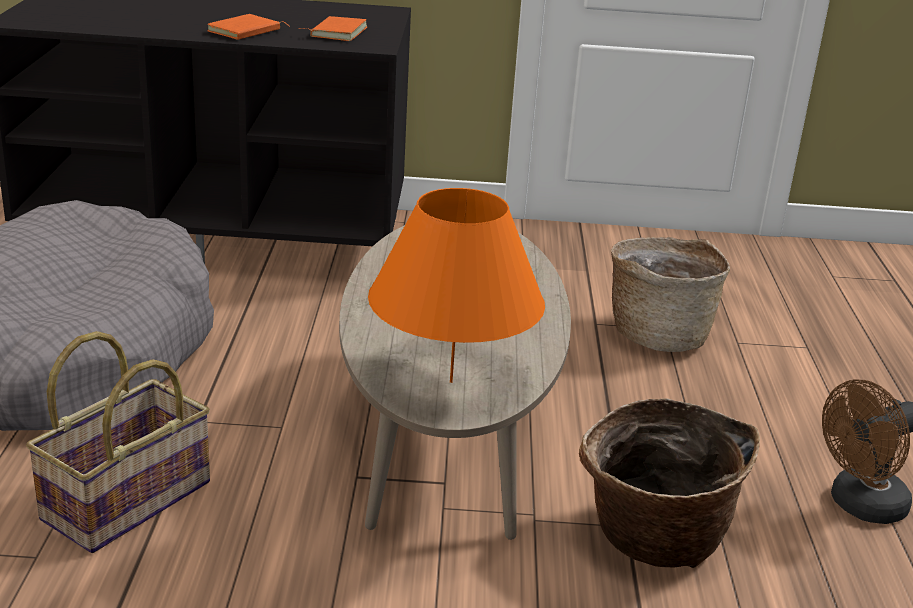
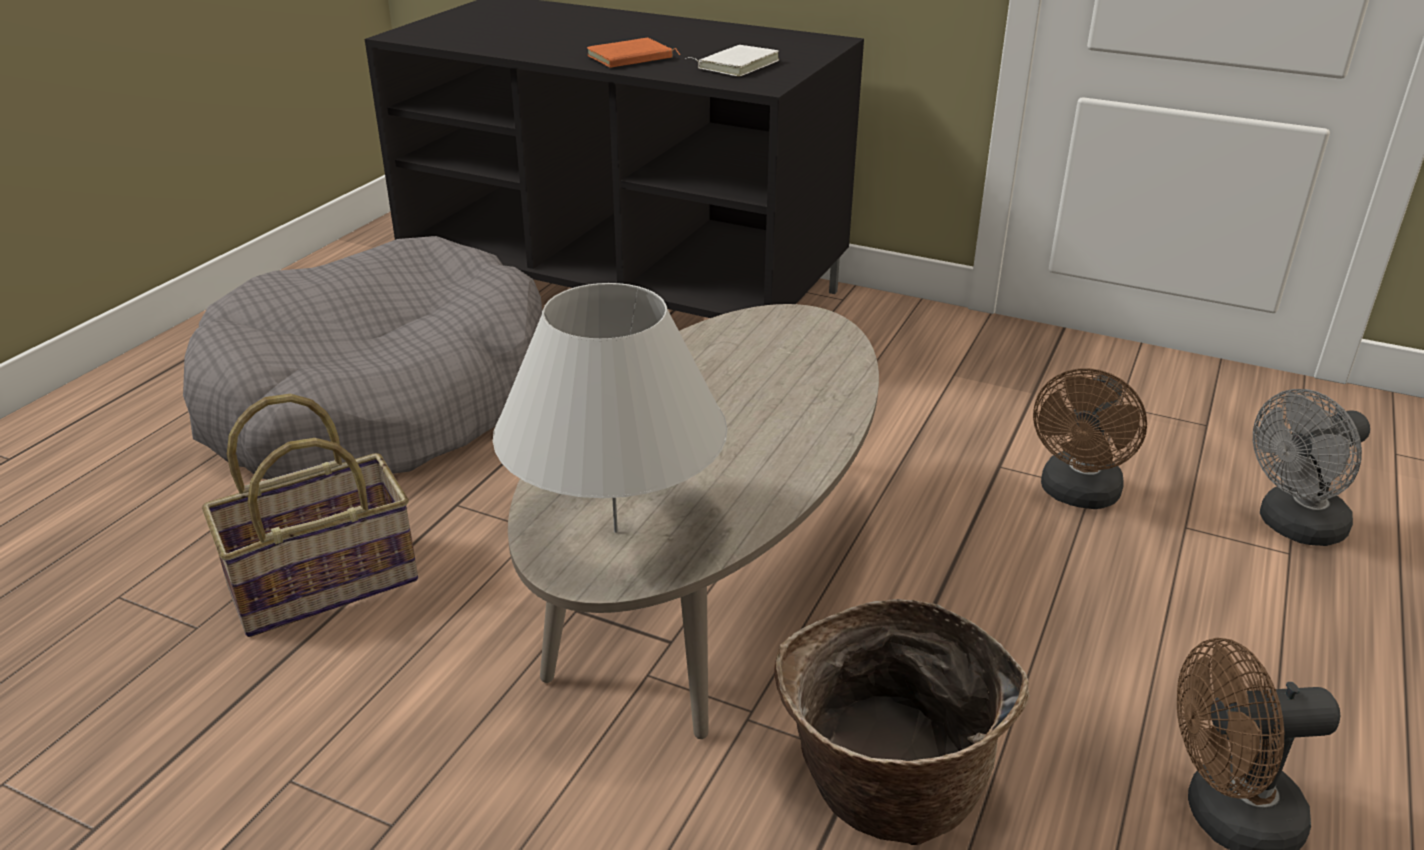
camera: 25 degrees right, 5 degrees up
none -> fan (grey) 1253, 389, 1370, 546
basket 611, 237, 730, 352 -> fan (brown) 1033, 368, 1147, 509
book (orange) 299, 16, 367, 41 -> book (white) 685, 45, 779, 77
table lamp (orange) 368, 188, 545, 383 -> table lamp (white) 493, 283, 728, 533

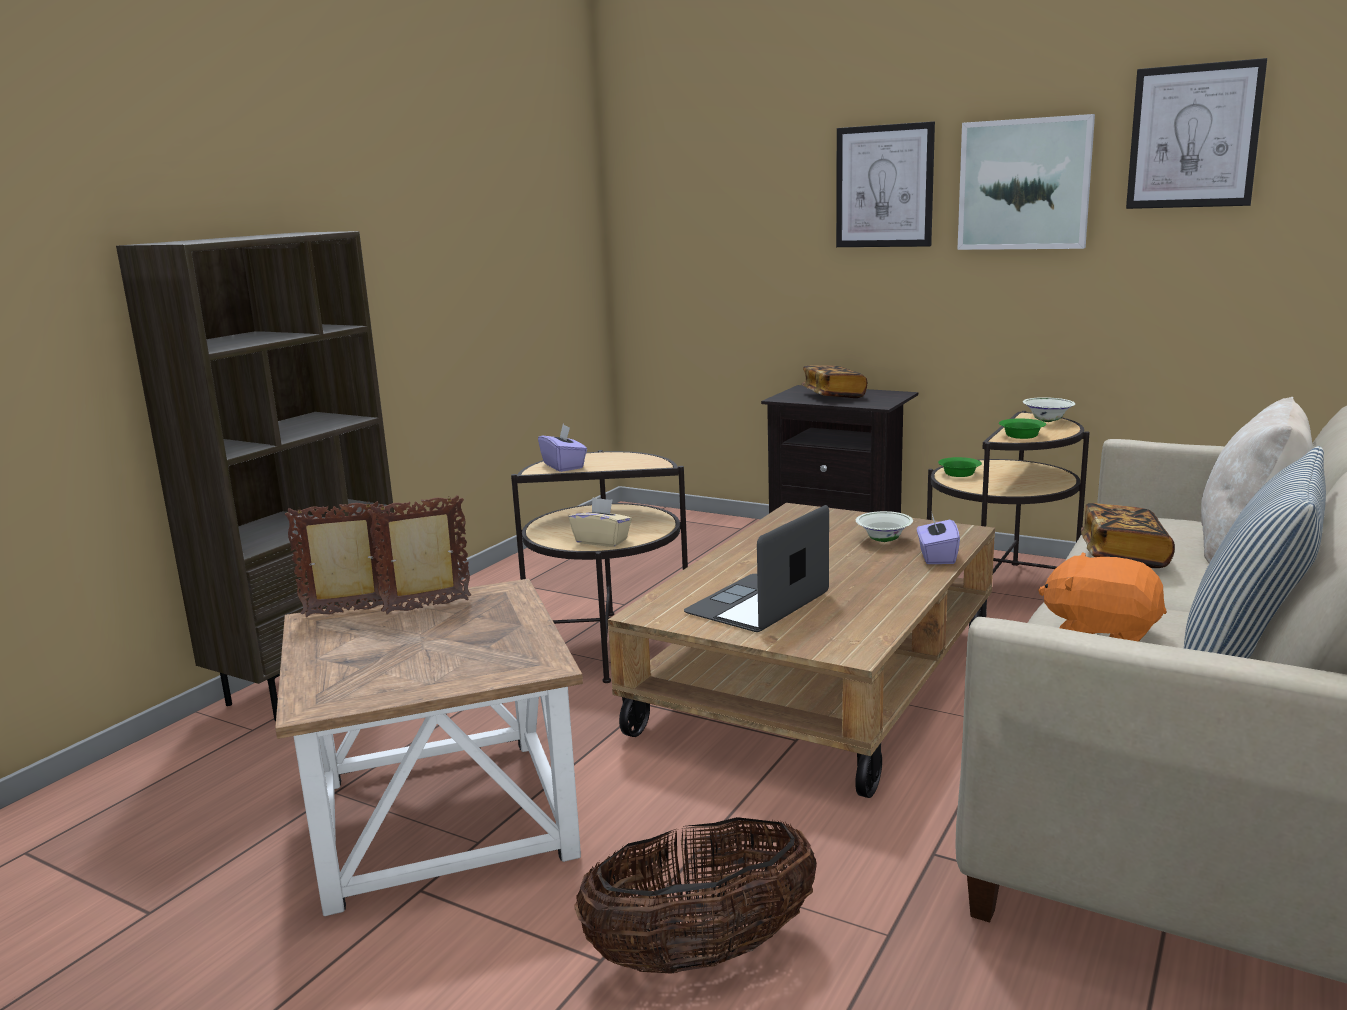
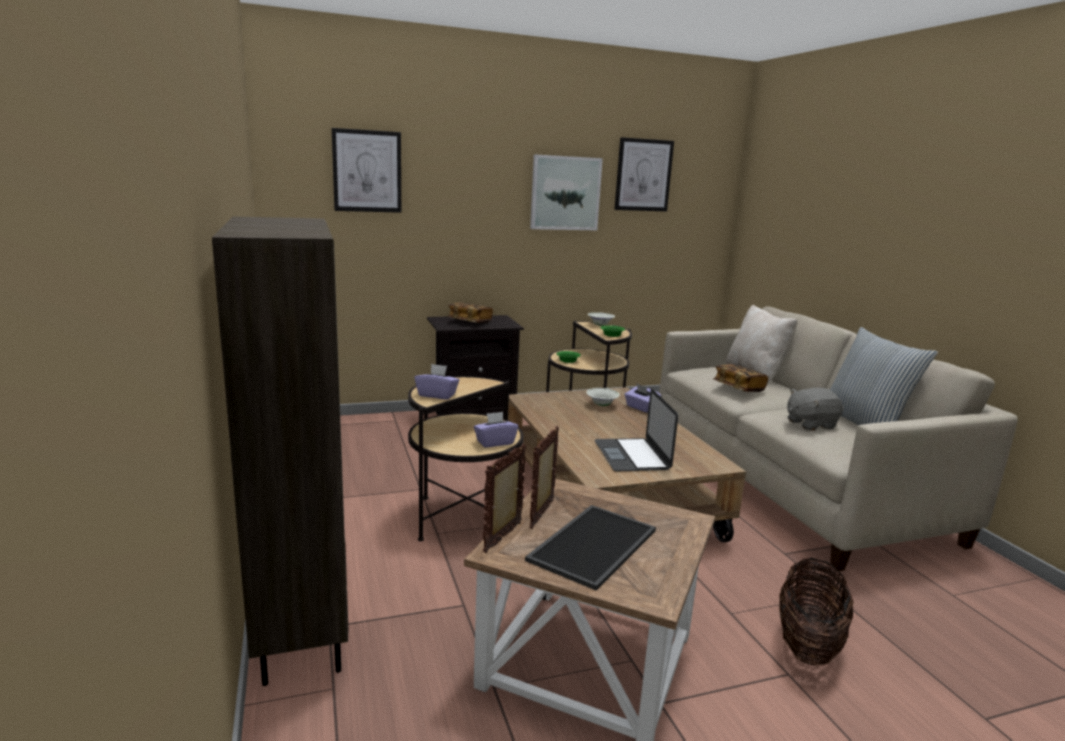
camera: 50 degrees left, 0 degrees up
none -> tray 525, 505, 656, 590
picture 836, 121, 935, 247 -> picture 332, 128, 401, 213, move
tissue box (beige) 569, 497, 632, 547 -> tissue box (purple) 474, 412, 518, 448
plush toy (orange) 1038, 552, 1167, 642 -> plush toy (grey) 787, 388, 843, 431

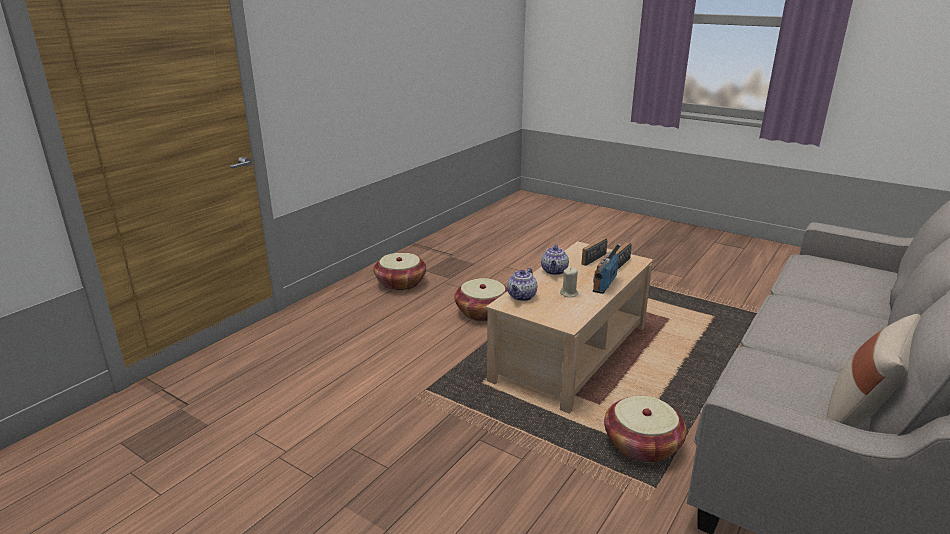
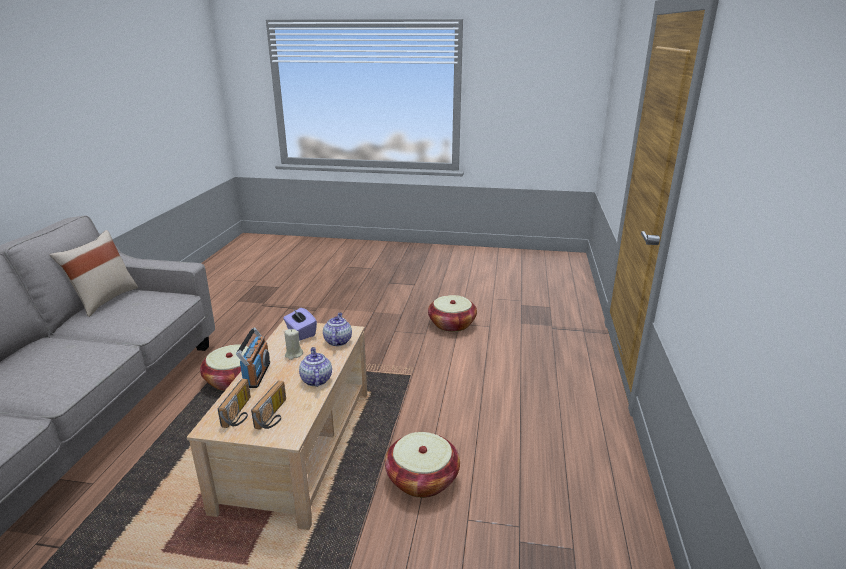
camera: 155 degrees right, 0 degrees up
none -> tissue box (purple) 283, 308, 317, 340
basket 374, 253, 426, 291 -> basket 428, 295, 477, 332, move

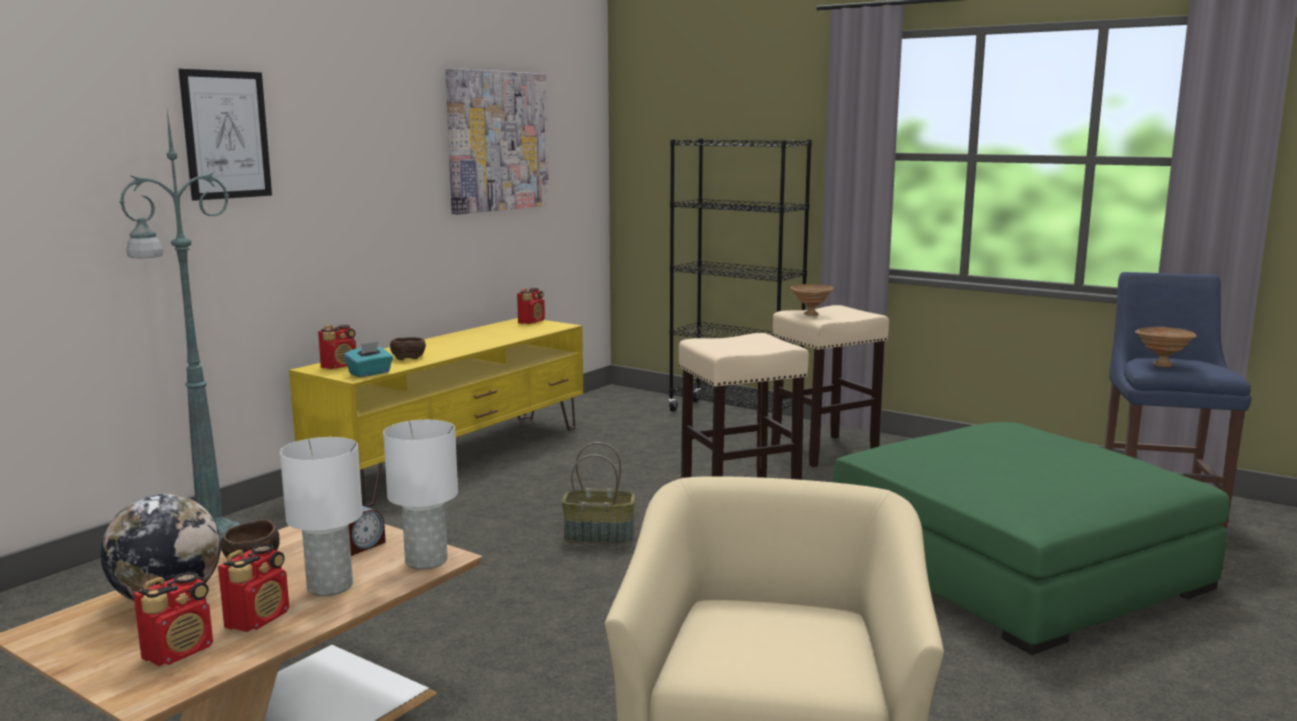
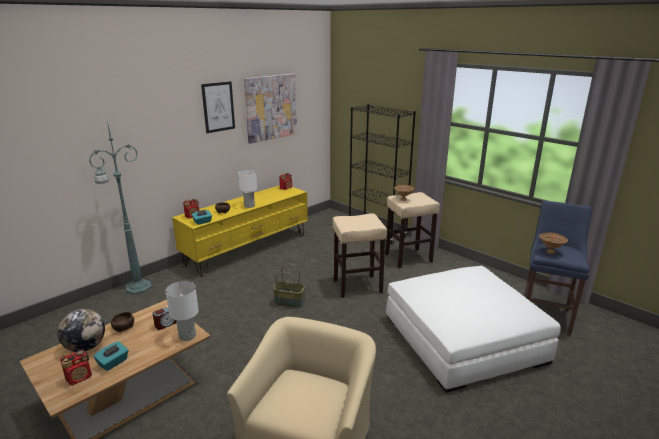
camera: 10 degrees right, 10 degrees up
picture 178, 69, 272, 201 -> picture 201, 81, 235, 133, move
table lamp (white) 280, 437, 363, 596 -> table lamp (white) 238, 170, 257, 208, move
radio 218, 544, 289, 632 -> tissue box (turquoise) 94, 341, 129, 371
ottoman (green) 833, 422, 1229, 655 -> ottoman (white) 386, 266, 561, 393

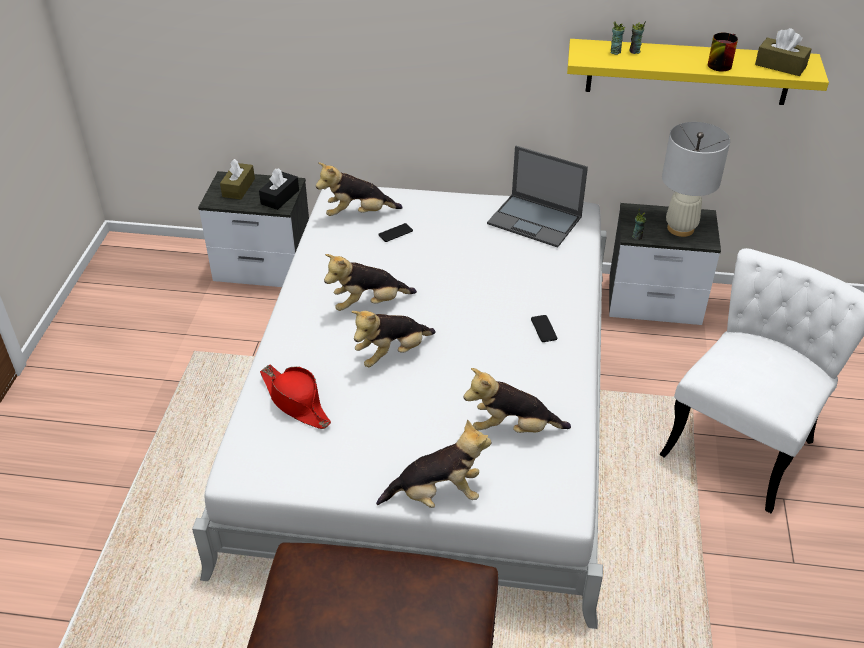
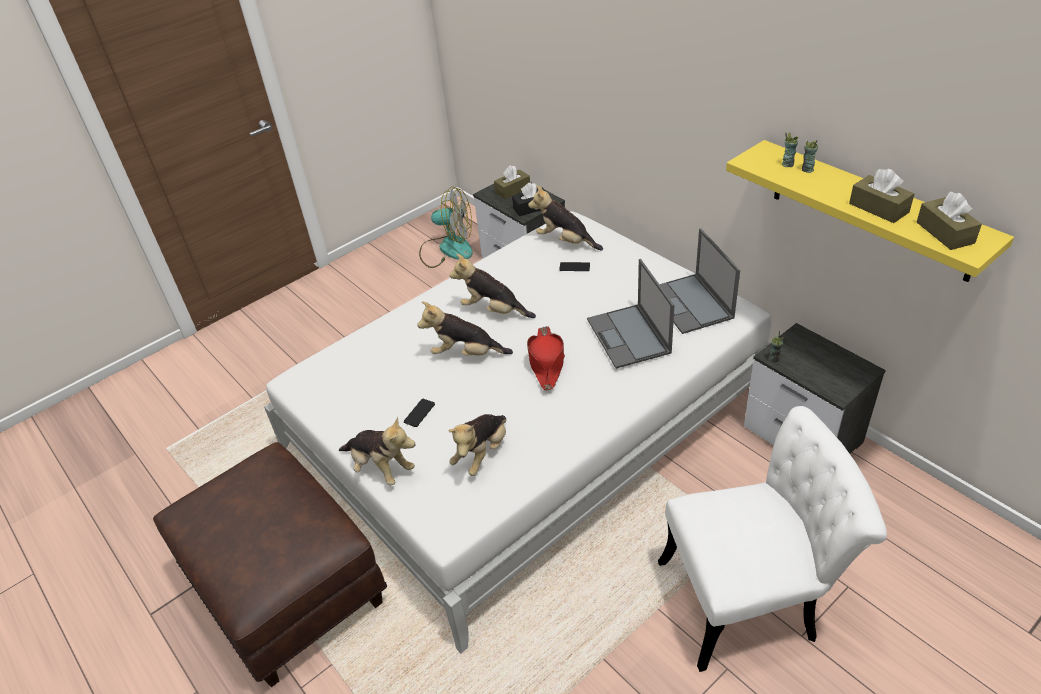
camera: 45 degrees right, 0 degrees up
table lamp (white) 662, 122, 730, 237 -> none
none -> fan 419, 187, 473, 268
none -> laptop 587, 259, 674, 369
hat (red) 260, 365, 331, 429 -> hat (red) 527, 326, 565, 390, move
phone 531, 315, 557, 342 -> phone 404, 399, 435, 427, move
mug 708, 33, 738, 72 -> tissue box (brown) 849, 169, 914, 223
plush toy 464, 368, 571, 433 -> plush toy 449, 414, 506, 476, 105 degrees counterclockwise

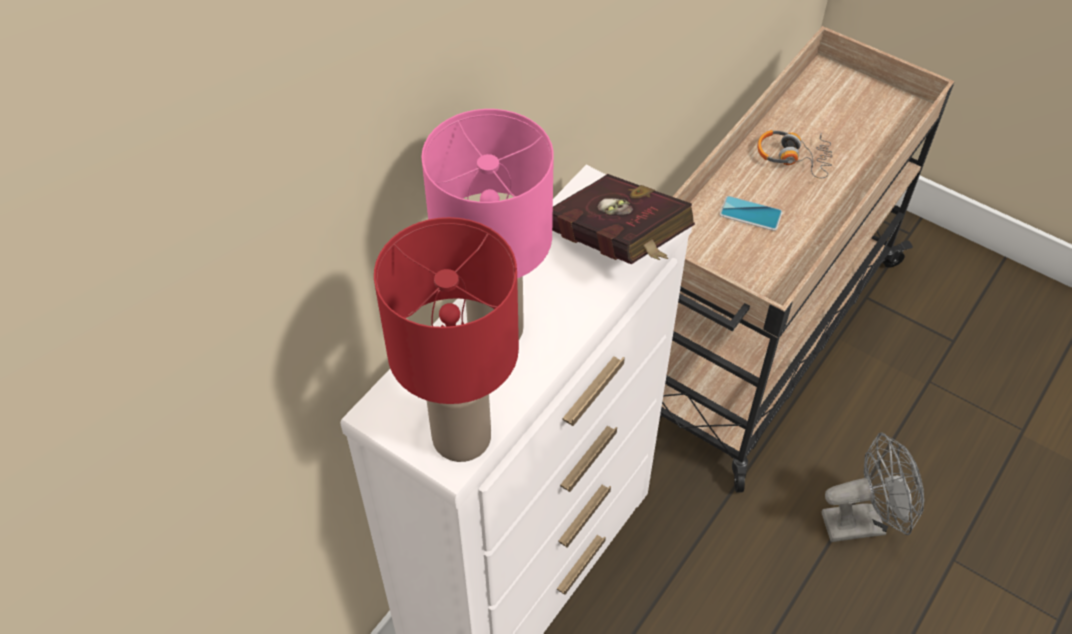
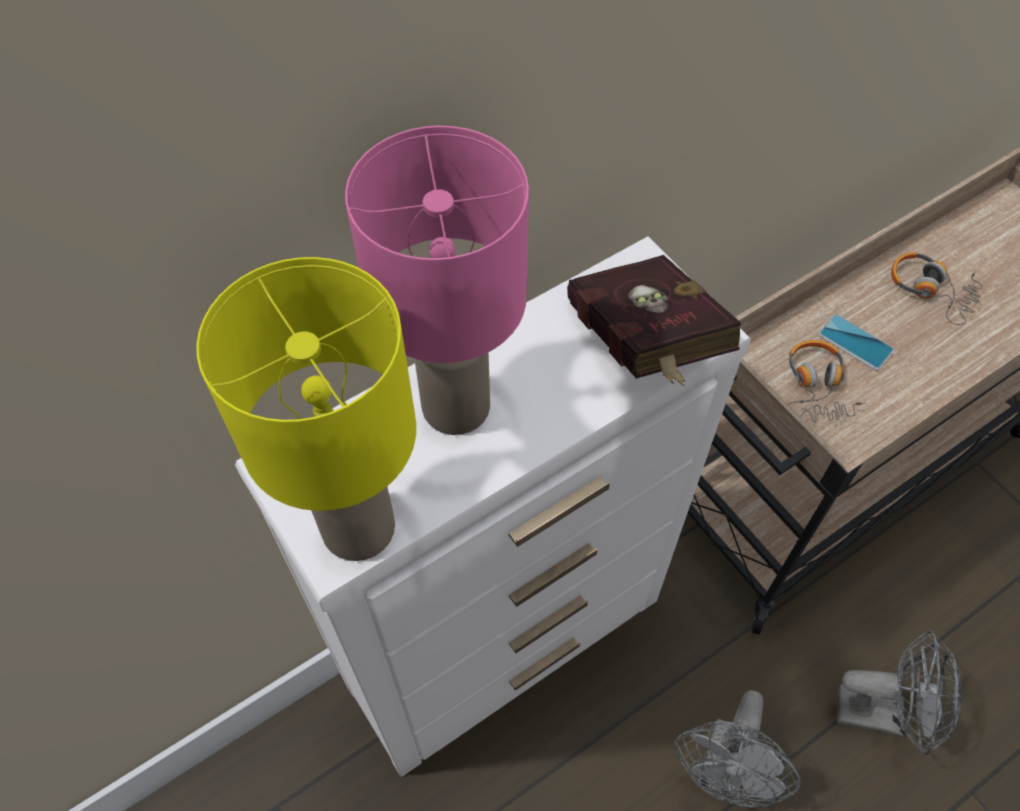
camera: 20 degrees right, 5 degrees up
none -> fan (grey) 674, 690, 801, 808
none -> headphones 788, 340, 866, 422
table lamp (red) 374, 217, 519, 462 -> table lamp (yellow) 196, 257, 416, 561

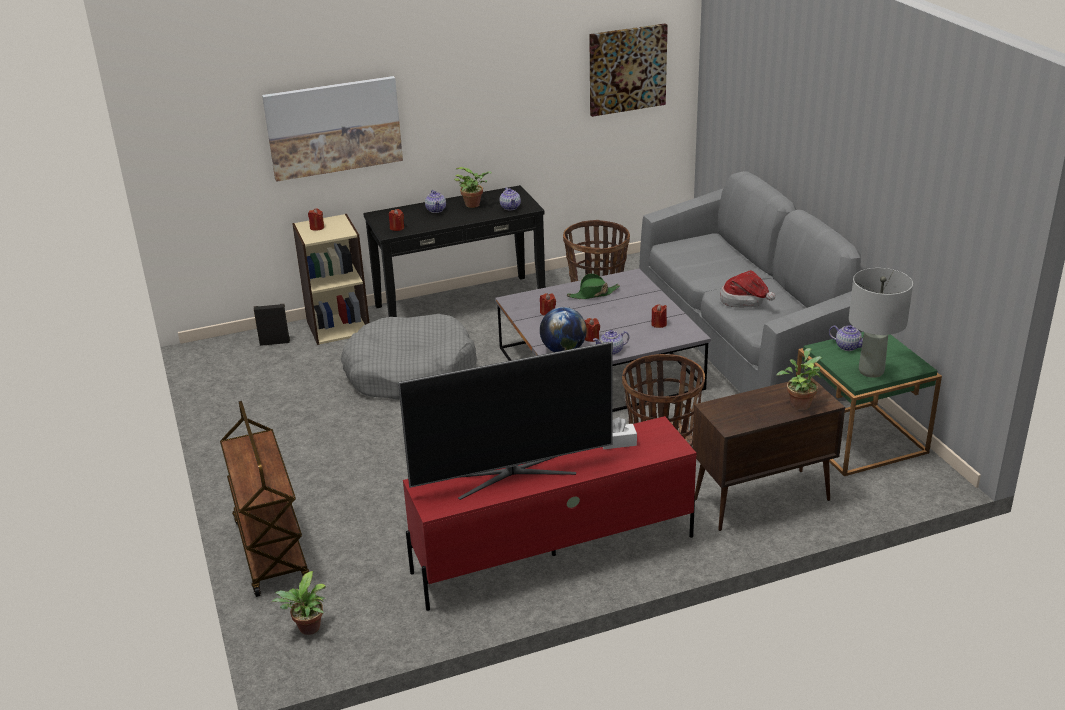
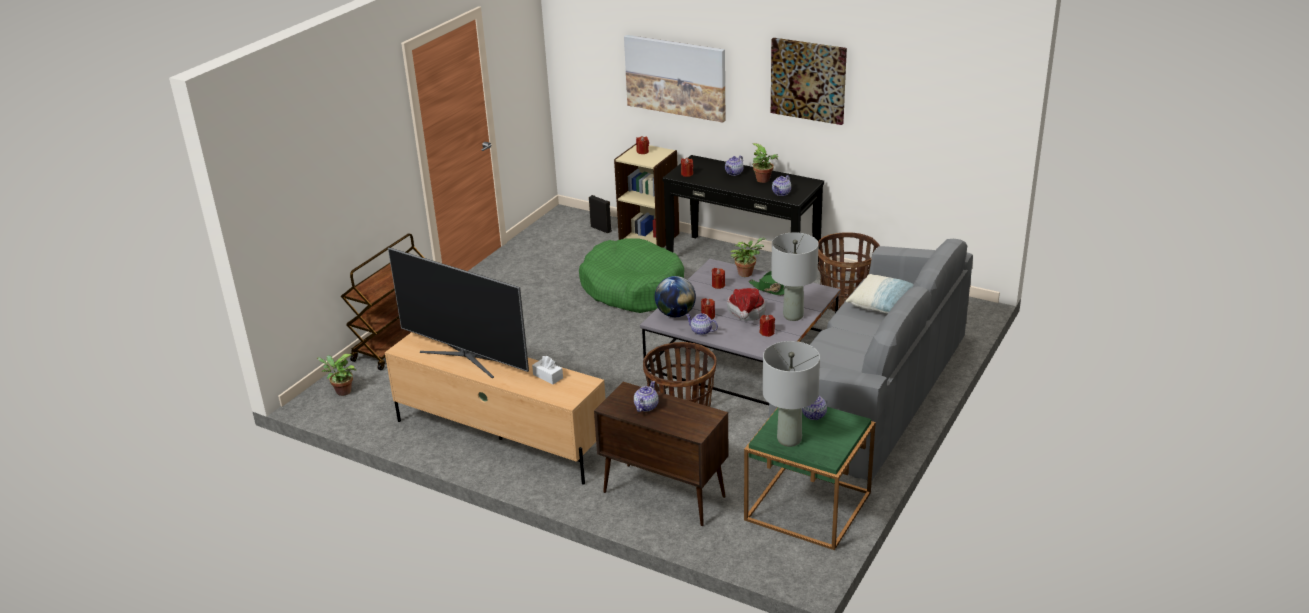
camera: 50 degrees right, 0 degrees up
none -> teapot 634, 381, 659, 412
none -> table lamp (grey) 771, 232, 819, 321
none -> pillow 846, 274, 914, 314
picture 589, 23, 668, 117 -> picture 771, 38, 847, 125, move
hat 720, 270, 775, 308 -> hat 727, 288, 766, 321, move
potted plant 777, 348, 822, 410 -> potted plant 731, 238, 766, 277, move
dog bed (grey) 341, 314, 477, 400 -> dog bed (green) 579, 238, 684, 313
tv stand (red) 403, 416, 696, 611 -> tv stand (beige) 385, 332, 605, 485

